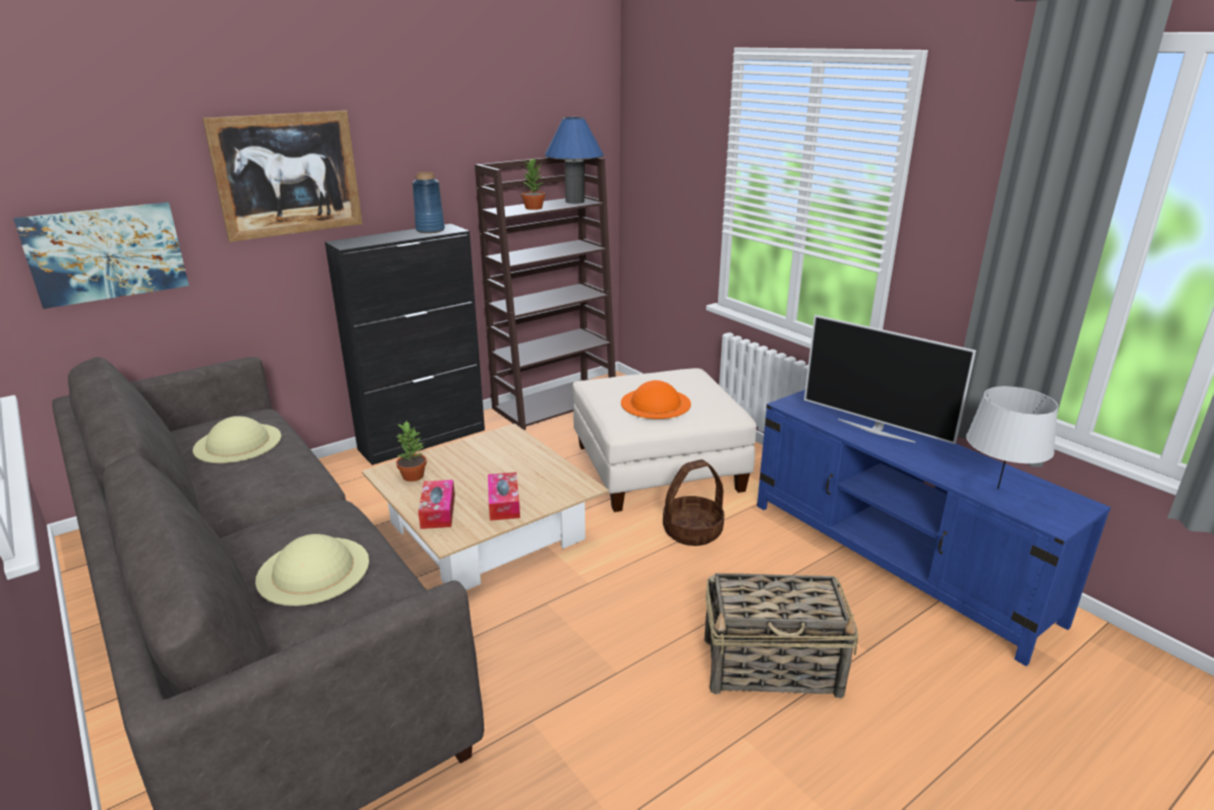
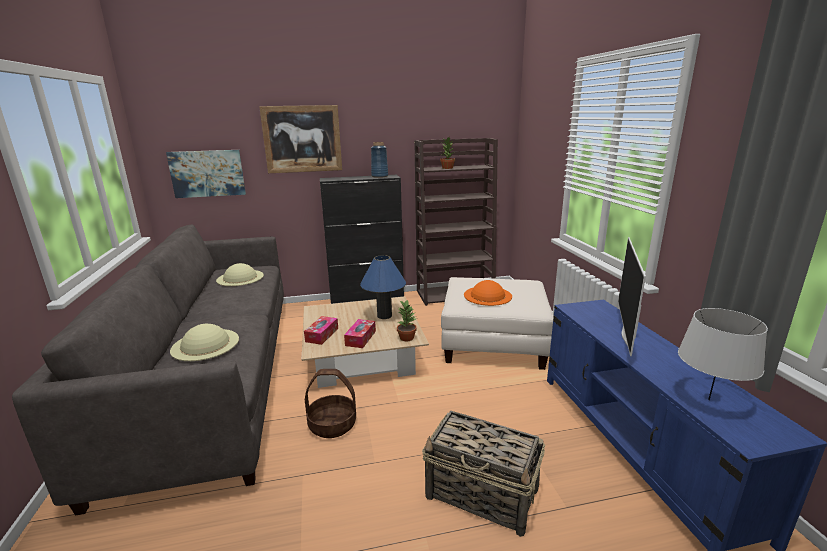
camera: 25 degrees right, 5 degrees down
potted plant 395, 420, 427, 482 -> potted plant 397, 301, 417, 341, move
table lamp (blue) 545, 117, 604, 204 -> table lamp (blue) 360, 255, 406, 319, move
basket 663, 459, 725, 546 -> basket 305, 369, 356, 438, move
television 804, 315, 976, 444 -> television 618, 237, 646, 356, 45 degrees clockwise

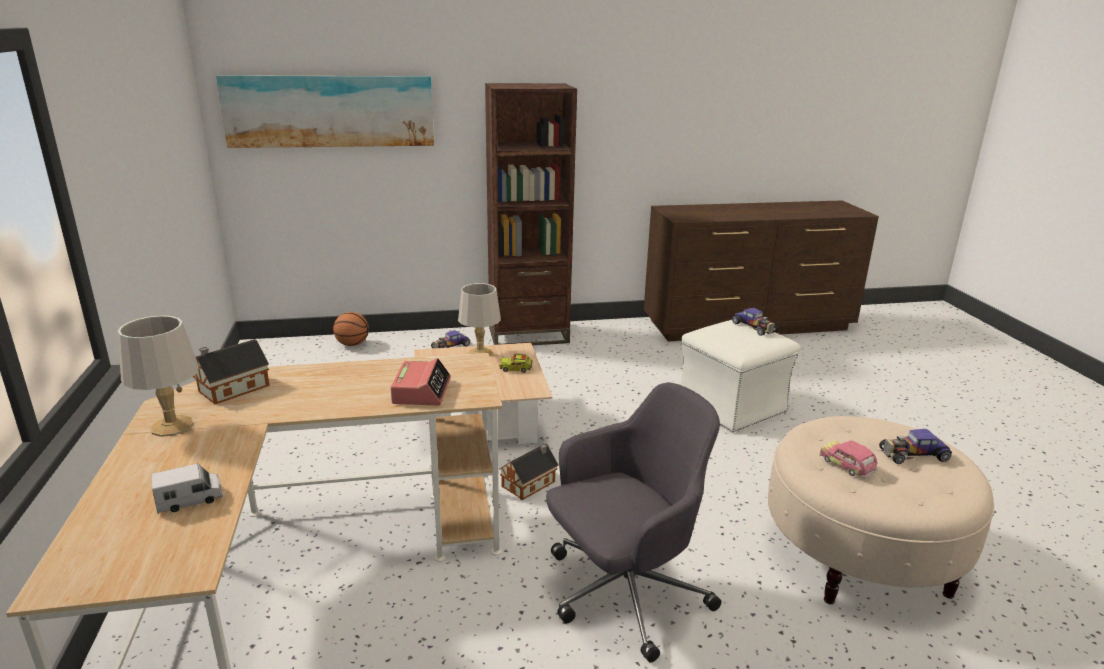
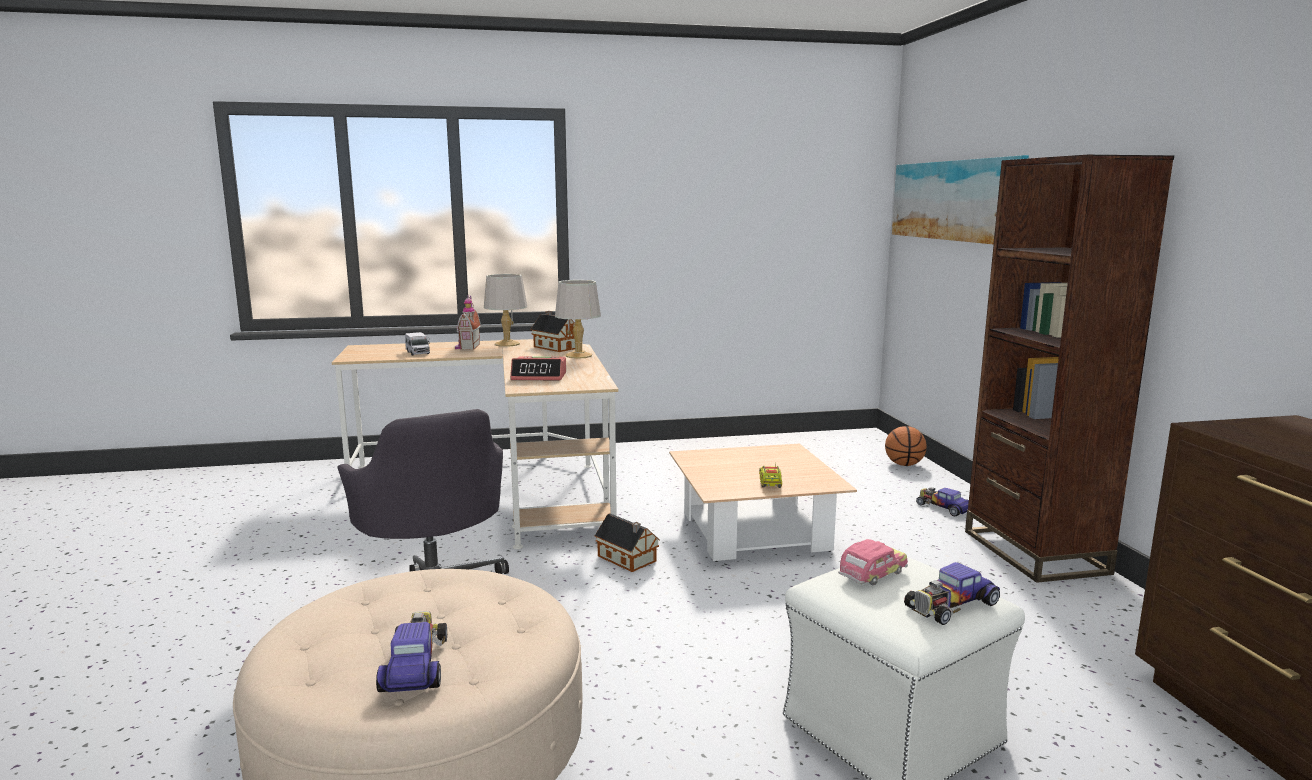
camera: 90 degrees right, 10 degrees down
none -> toy house 455, 296, 481, 350
table lamp (grey) 458, 283, 501, 357 -> table lamp (grey) 555, 280, 601, 359, move
toy car 819, 440, 878, 478 -> toy car 838, 539, 908, 585, move

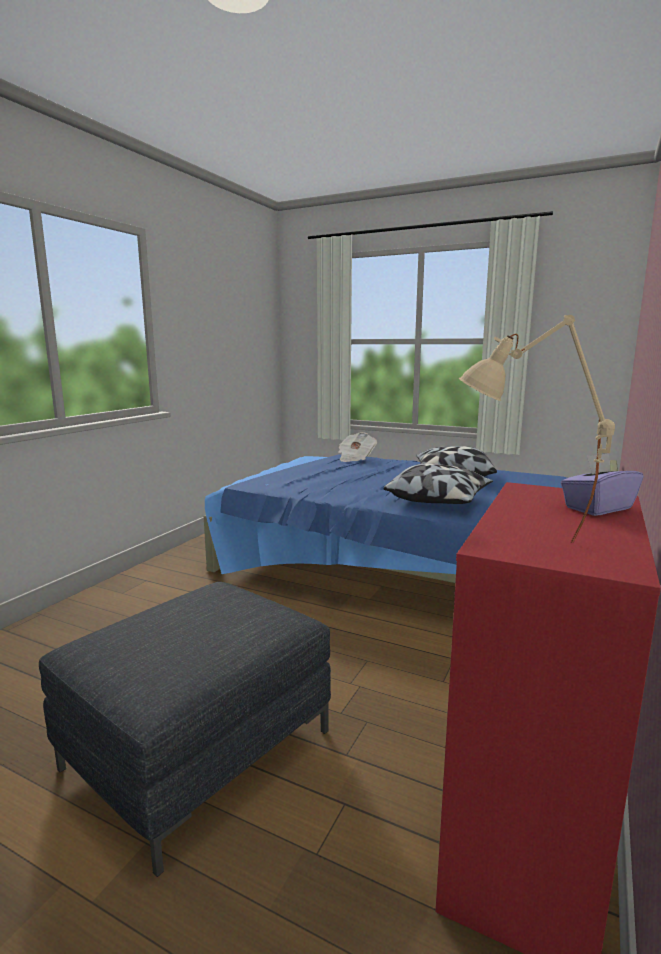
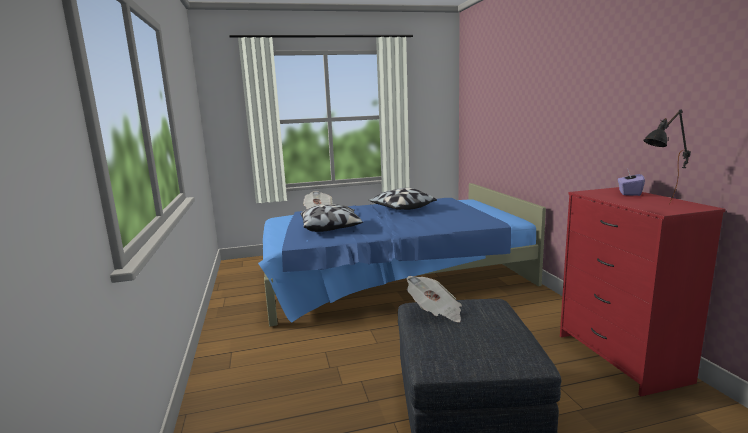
camera: 40 degrees left, 0 degrees up
none -> newspaper 407, 276, 462, 322
pillow 384, 463, 493, 504 -> pillow 301, 205, 363, 232, move
table lamp (beige) 459, 315, 615, 543 -> table lamp (black) 643, 110, 691, 204

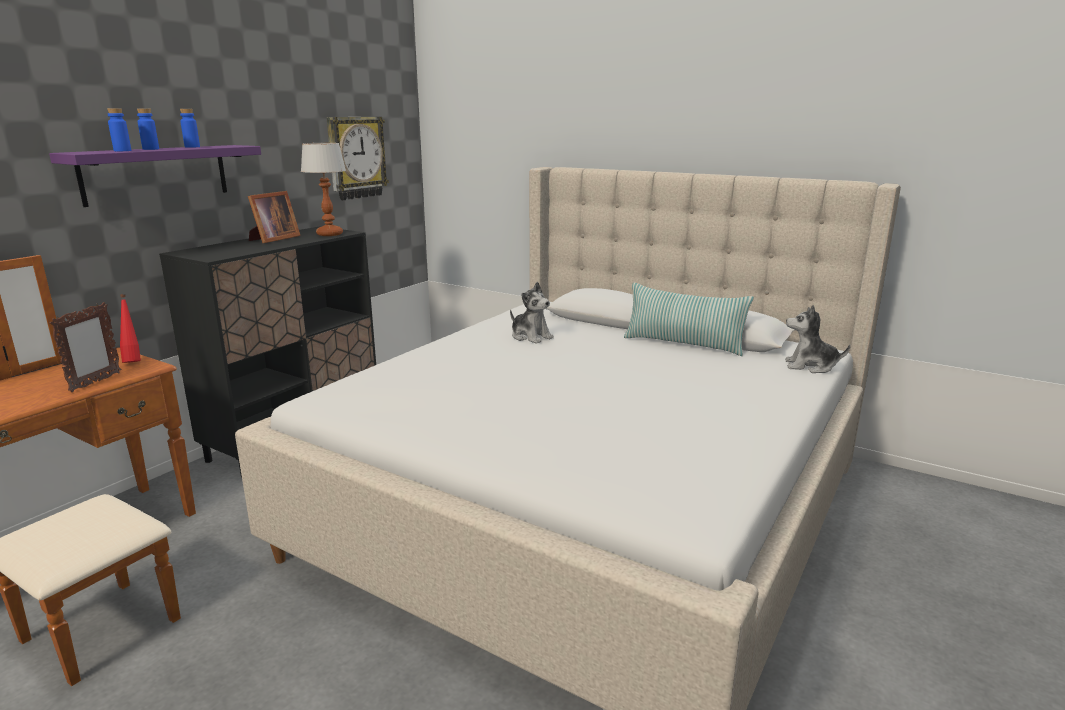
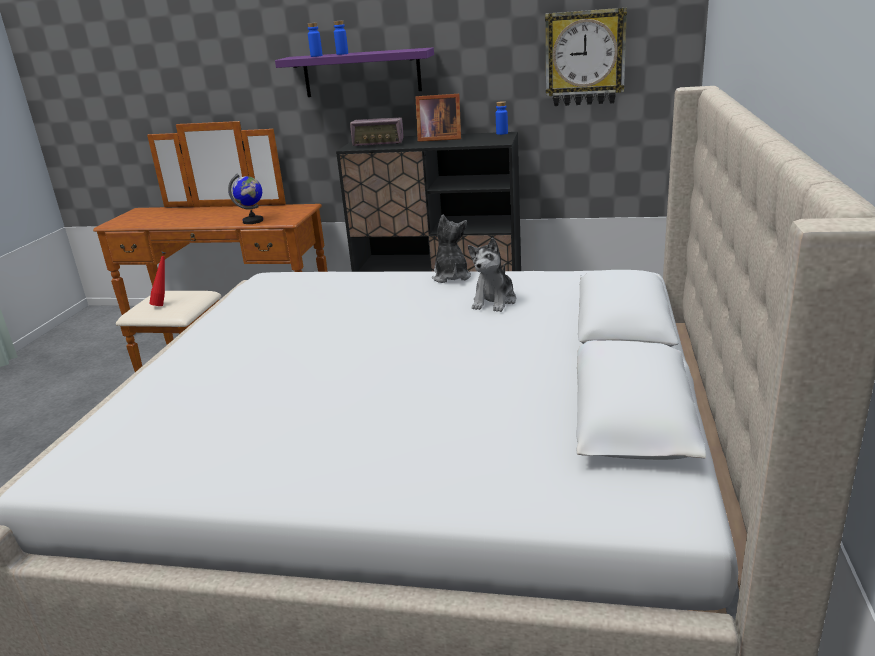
camera: 70 degrees right, 5 degrees up
table lamp 301, 143, 346, 236 -> none
pillow 624, 283, 754, 356 -> none
none -> radio 350, 117, 404, 146
bottle (red) 120, 294, 141, 363 -> bottle (red) 149, 252, 166, 306, move
bottle (blue) 180, 109, 200, 148 -> bottle (blue) 496, 101, 508, 135, move
plush toy 785, 305, 850, 373 -> plush toy 432, 214, 471, 283, move
picture frame 50, 302, 121, 392 -> globe 228, 173, 263, 224

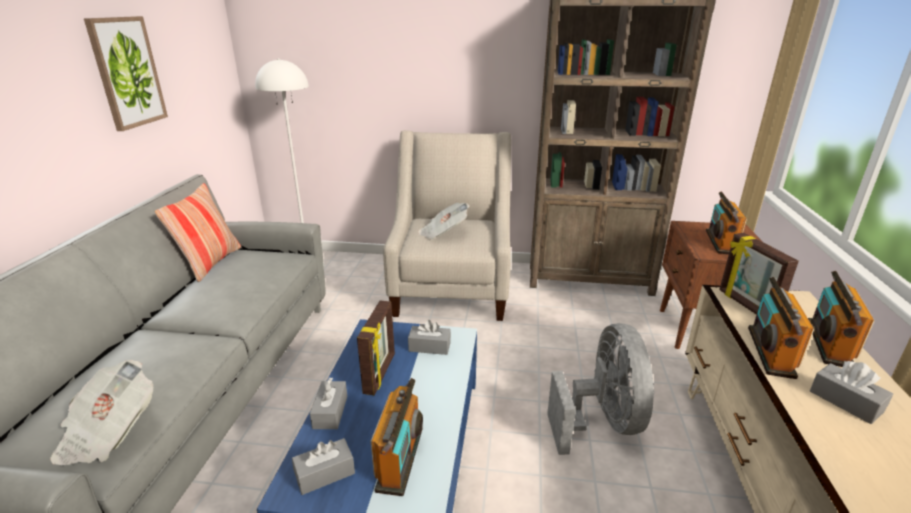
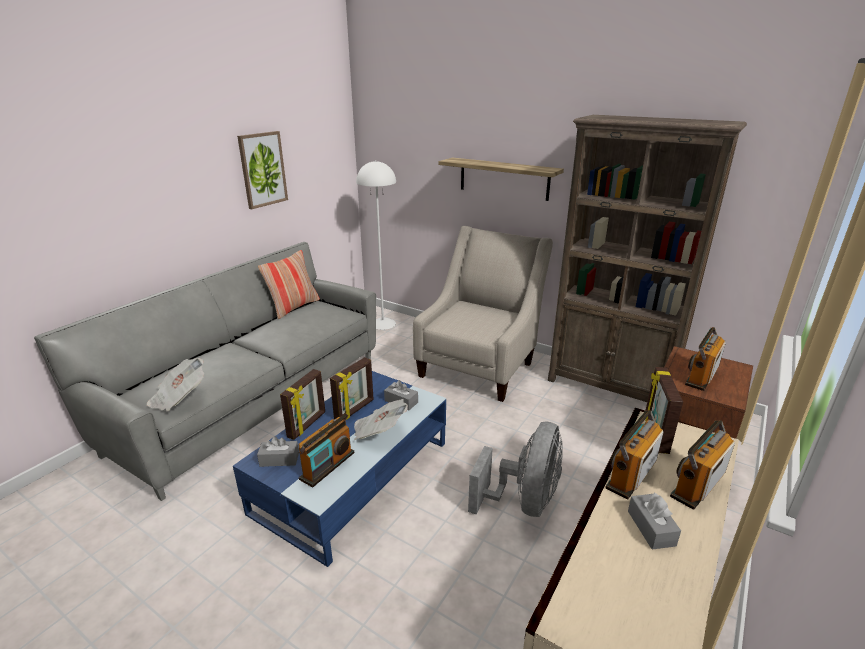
camera: 25 degrees right, 0 degrees up
none -> shelf 438, 158, 564, 201
newspaper 418, 203, 470, 240 -> newspaper 354, 399, 408, 440, move
tissue box (grey) 310, 378, 347, 429 -> picture frame 280, 369, 325, 440

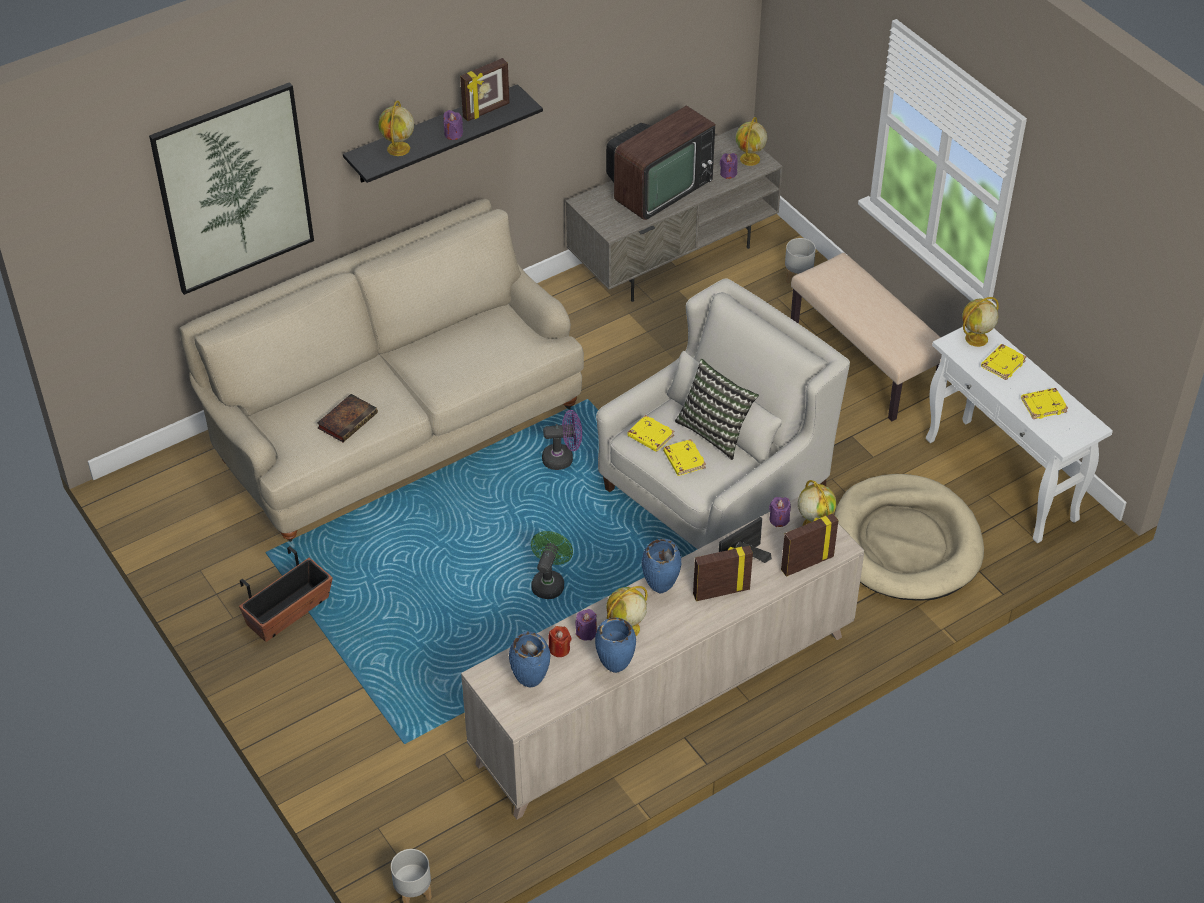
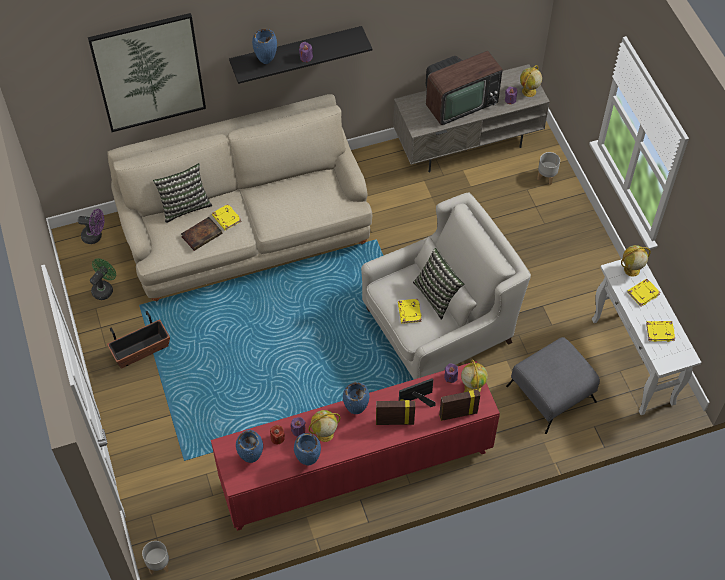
camera: 15 degrees right, 10 degrees up
picture frame 460, 58, 509, 121 -> none
bench (beige) 791, 253, 942, 421 -> none
none -> pillow 153, 163, 212, 223
fan (green) 531, 531, 573, 599 -> fan (green) 90, 258, 116, 300, move
fan (purple) 542, 410, 582, 470 -> fan (purple) 78, 209, 104, 244, move
book (yellow) 627, 415, 675, 452 -> book (yellow) 212, 204, 241, 230, move
globe 378, 101, 414, 156 -> vase (blue) 252, 29, 277, 64
dog bed (beige) 835, 474, 984, 601 -> ottoman (grey) 506, 337, 600, 434
cabinet (beige) 461, 497, 864, 819 -> cabinet (red) 211, 361, 500, 531

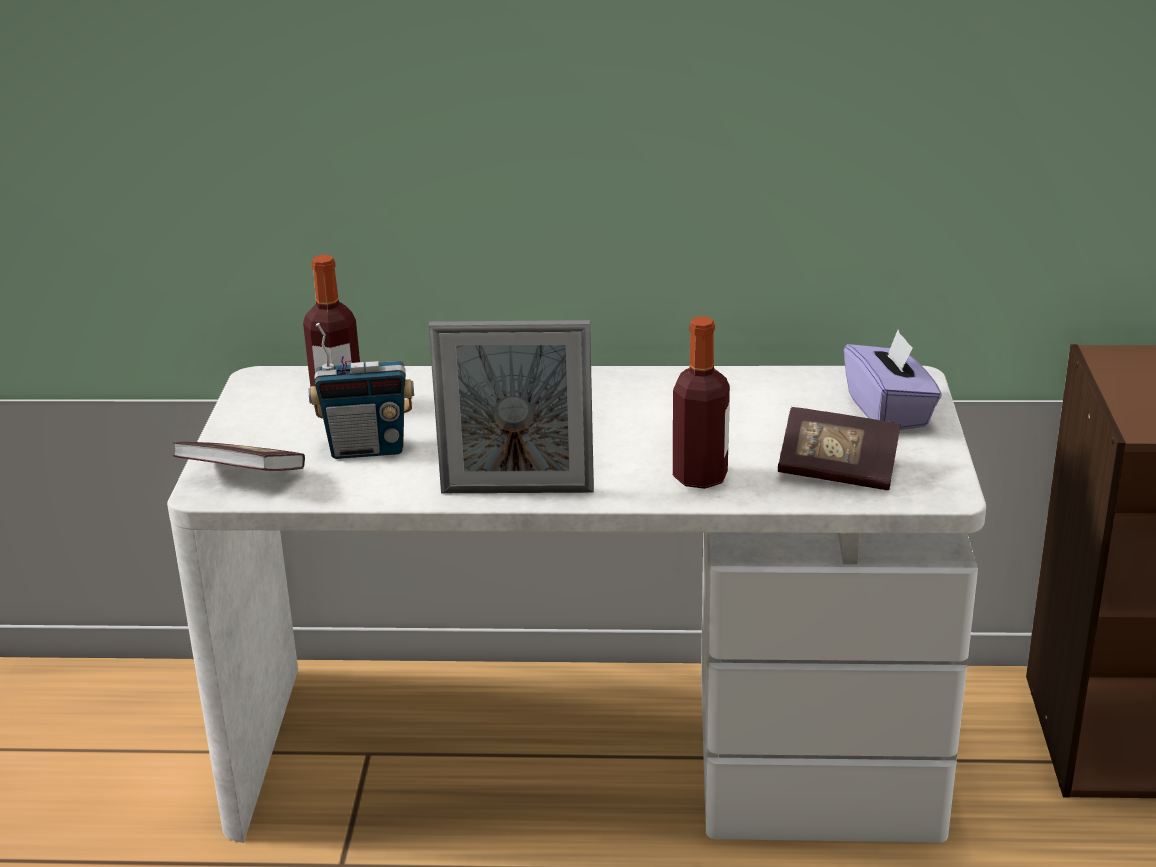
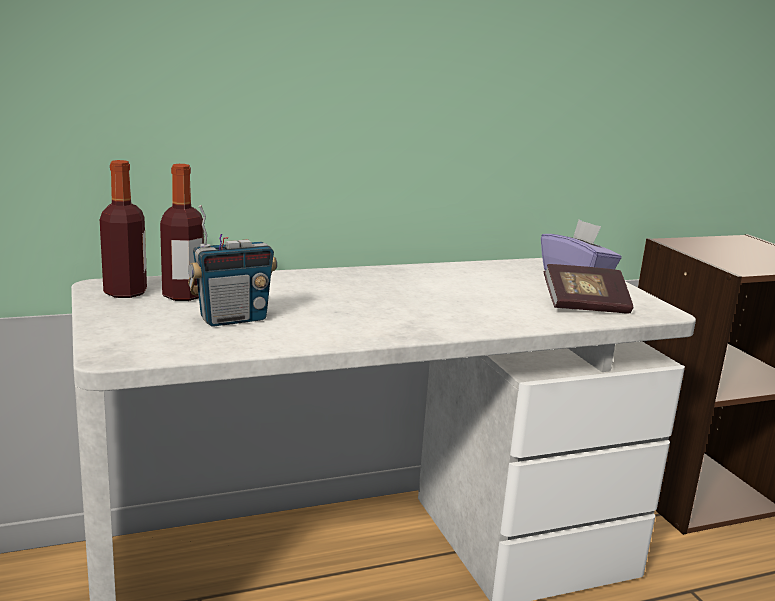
camera: 25 degrees left, 10 degrees down
book 173, 442, 305, 471 -> none
picture frame 429, 320, 594, 493 -> none
bottle 673, 316, 730, 489 -> bottle 100, 160, 147, 298, move

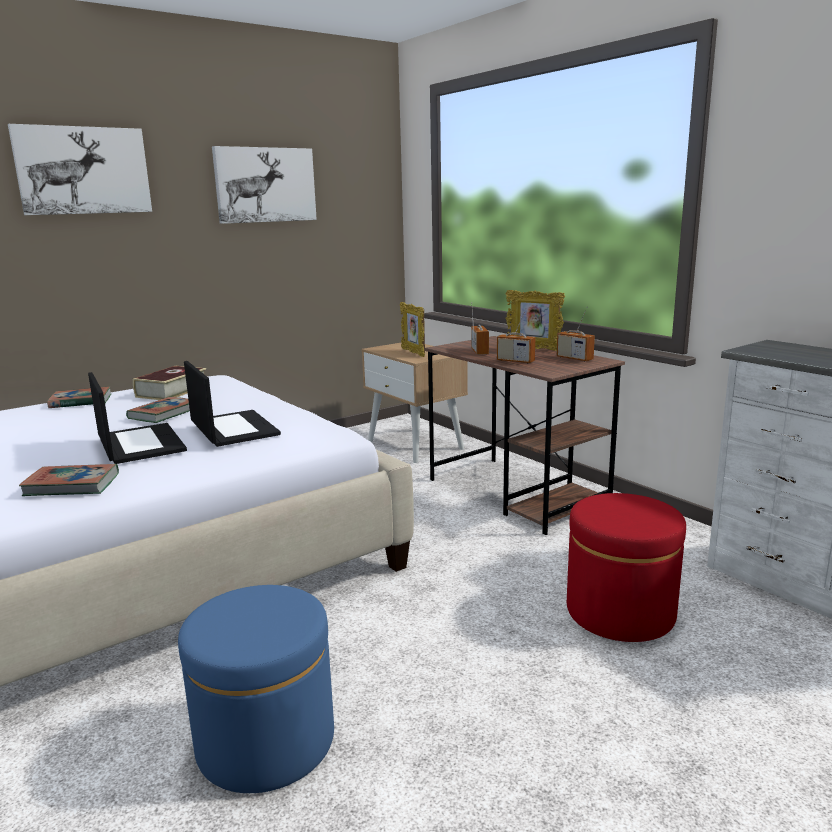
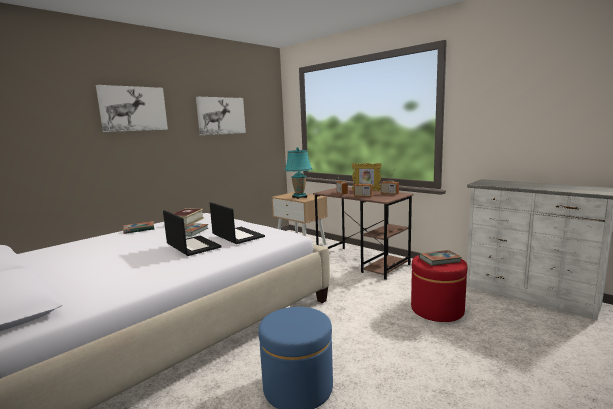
camera: 10 degrees left, 5 degrees down
book 19, 464, 119, 496 -> book 419, 250, 462, 266, move
picture frame 400, 302, 425, 357 -> table lamp (turquoise) 284, 147, 312, 199

